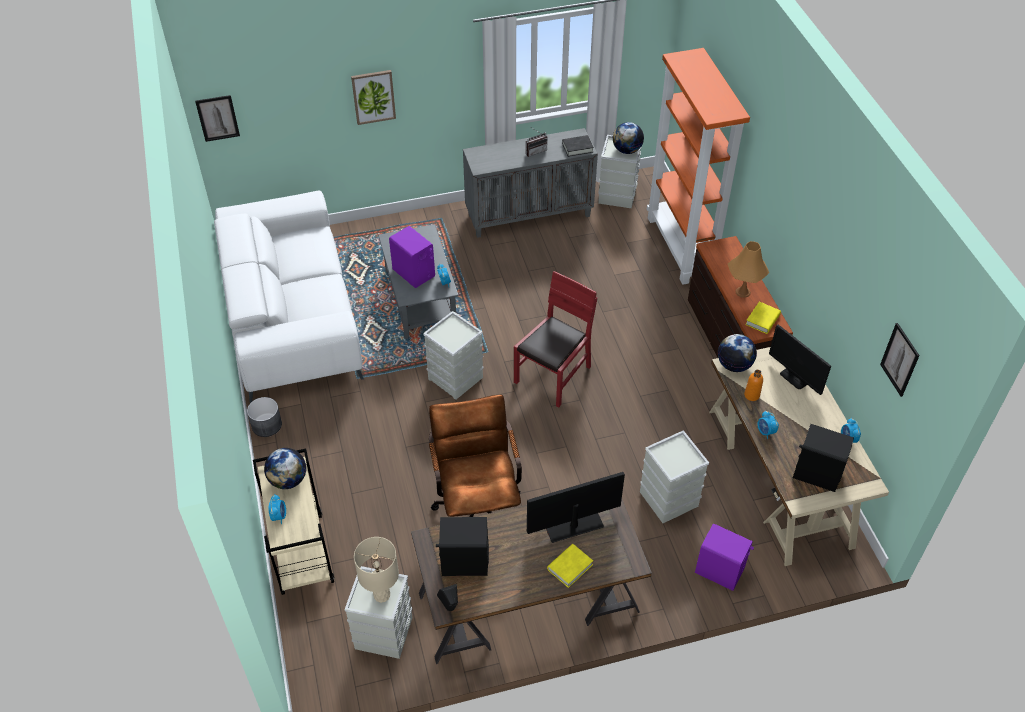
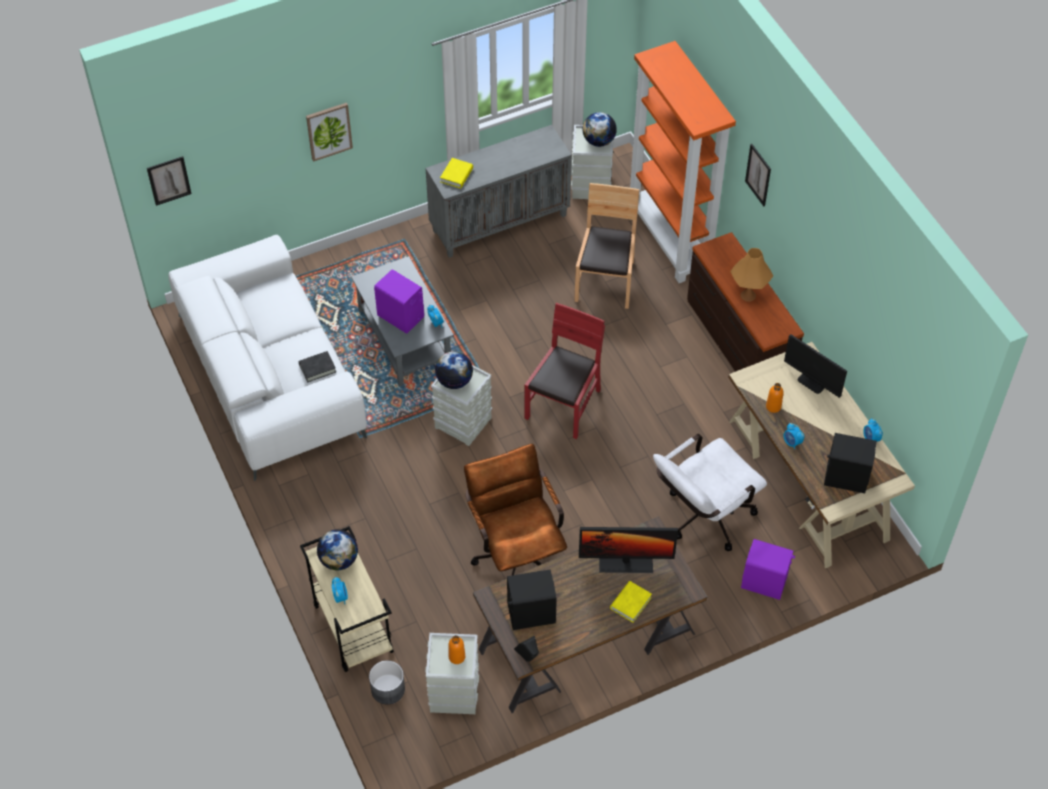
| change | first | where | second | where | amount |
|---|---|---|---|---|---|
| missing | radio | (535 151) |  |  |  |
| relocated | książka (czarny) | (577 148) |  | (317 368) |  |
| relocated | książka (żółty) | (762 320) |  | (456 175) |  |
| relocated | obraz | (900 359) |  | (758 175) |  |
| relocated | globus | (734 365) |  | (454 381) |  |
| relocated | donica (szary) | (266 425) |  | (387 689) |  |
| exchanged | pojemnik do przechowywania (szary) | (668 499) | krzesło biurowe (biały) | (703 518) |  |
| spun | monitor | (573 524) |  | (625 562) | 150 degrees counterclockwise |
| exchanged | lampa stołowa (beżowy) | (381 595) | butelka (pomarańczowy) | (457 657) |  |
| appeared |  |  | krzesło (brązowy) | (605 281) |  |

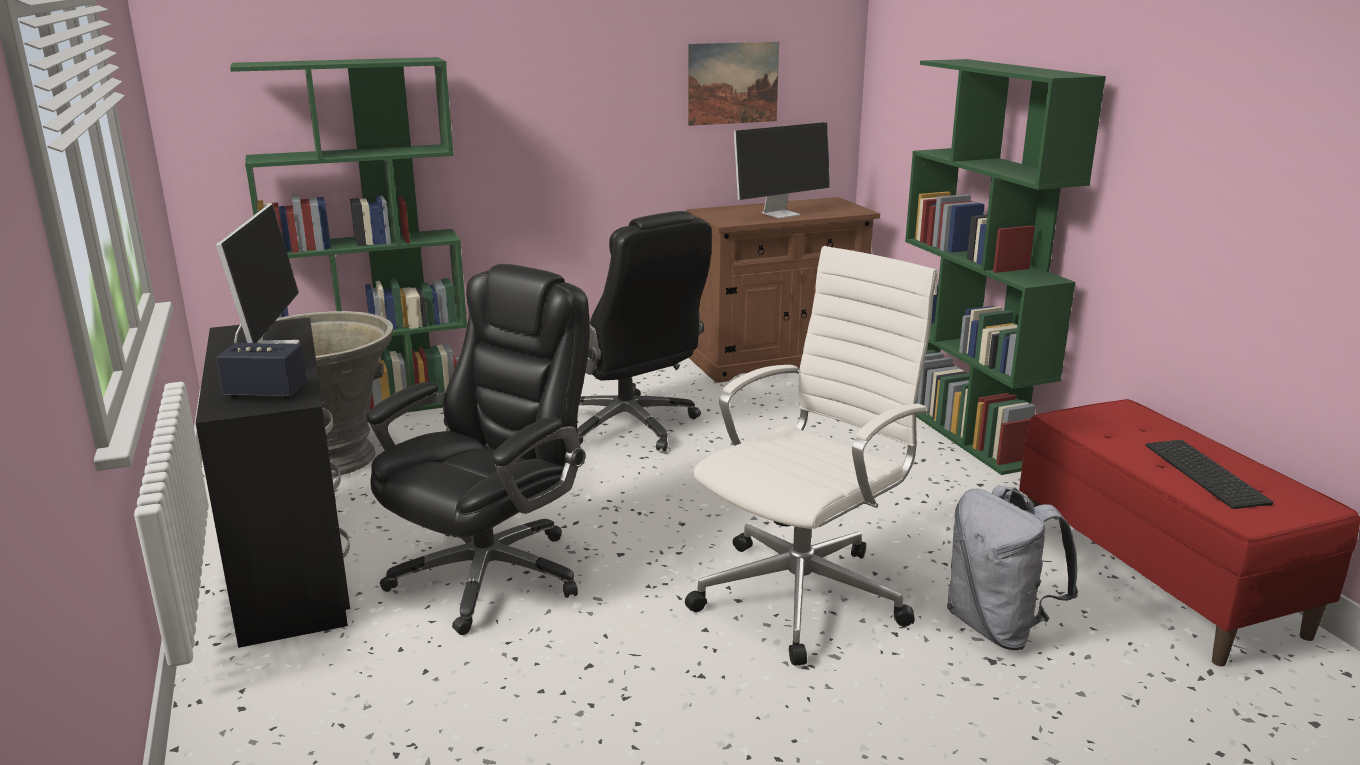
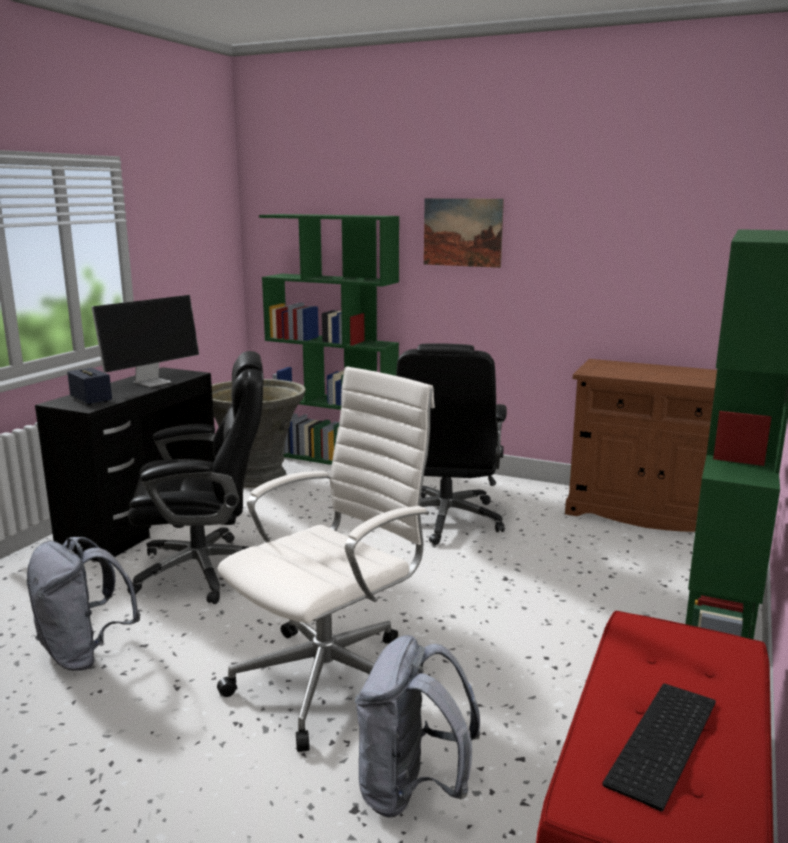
| change | first | where | second | where | amount |
|---|---|---|---|---|---|
| relocated | obraz | (733 83) |  | (462 232) |  |
| missing | monitor | (781 214) |  |  |  |
| spun | krzesło biurowe (biały) | (805 594) |  | (332 679) | 45 degrees counterclockwise |
| appeared |  |  | plecak (szary) | (84 653) |  |

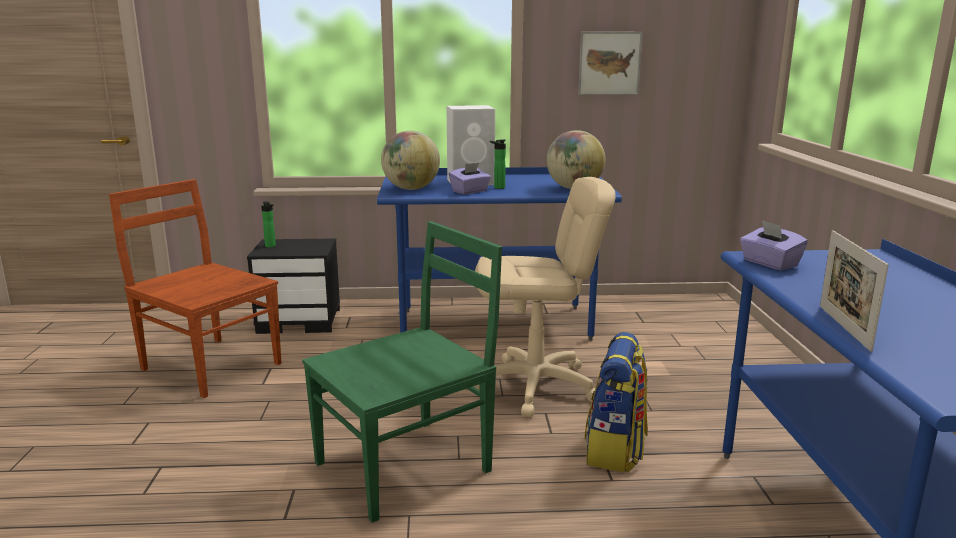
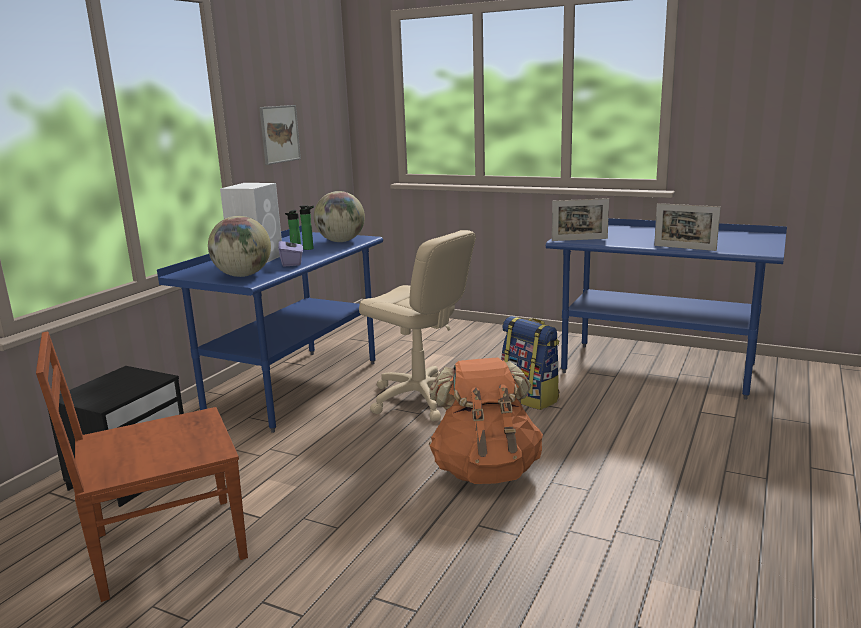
| change | first | where | second | where | amount |
|---|---|---|---|---|---|
| spun | krzesło biurowe (beżowy) | (536 386) |  | (420 399) | 105 degrees clockwise |
| relocated | butelka | (271 246) |  | (310 248) |  |
| exchanged | pudełko chusteczek (fioletowy) | (769 263) | ramka na zdjęcie | (579 239) |  |
| exchanged | krzesło (zielony) | (407 465) | plecak (pomarańczowy) | (485 470) |  |

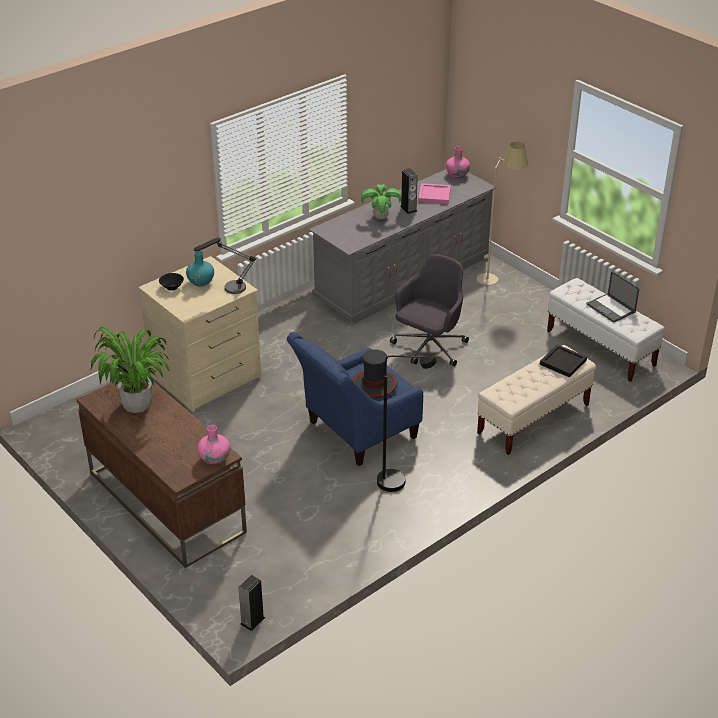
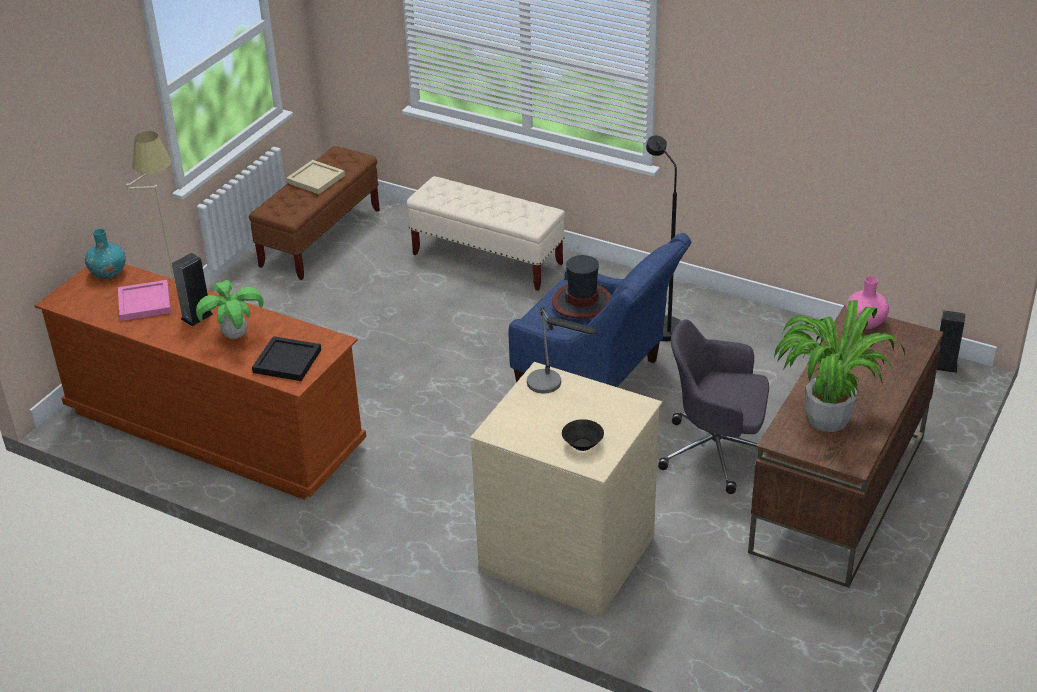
| change | first | where | second | where | amount |
|---|---|---|---|---|---|
| missing | wazon (różowy) | (457 175) |  |  |  |
| colour | komoda (szary) | (403 278) | komoda (brązowy) | (214 428) |  |
| relocated | wazon (turkusowy) | (201 282) |  | (108 273) |  |
| relocated | krzesło biurowe (szary) | (429 348) |  | (716 452) |  |
| exchanged | laptop | (611 308) | taca (beżowy) | (315 178) |  |
| colour | ławka (biały) | (600 348) | ławka (brązowy) | (321 238) |  |
| relocated | taca (czarny) | (562 362) |  | (287 362) |  |

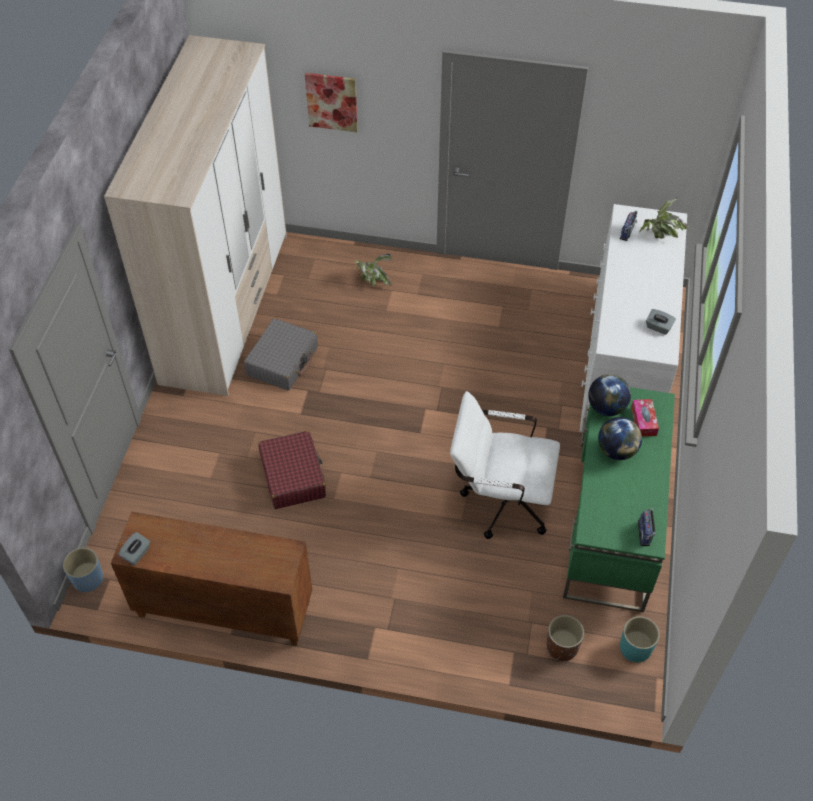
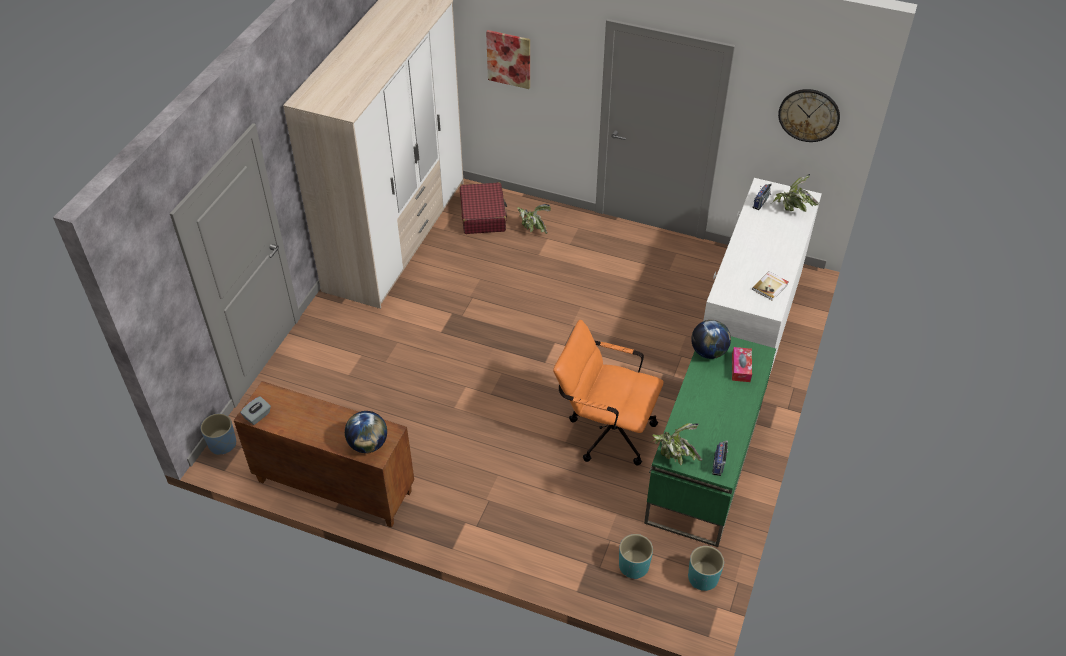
| change | first | where | second | where | amount |
|---|---|---|---|---|---|
| exchanged | pudełko chusteczek (szary) | (658 327) | książka | (770 287) |  |
| missing | walizka (szary) | (282 361) |  |  |  |
| colour | krzesło biurowe (biały) | (499 500) | krzesło biurowe (pomarańczowy) | (604 430) |  |
| relocated | globus | (616 451) |  | (368 444) |  |
| relocated | walizka (czerwony) | (293 476) |  | (483 215) |  |
| colour | donica (brązowy) | (562 647) | donica (turkusowy) | (633 566) |  |
| appeared |  |  | zegar ścienny | (809 115) |  |
| appeared |  |  | roślina doniczkowa | (673 455) |  |

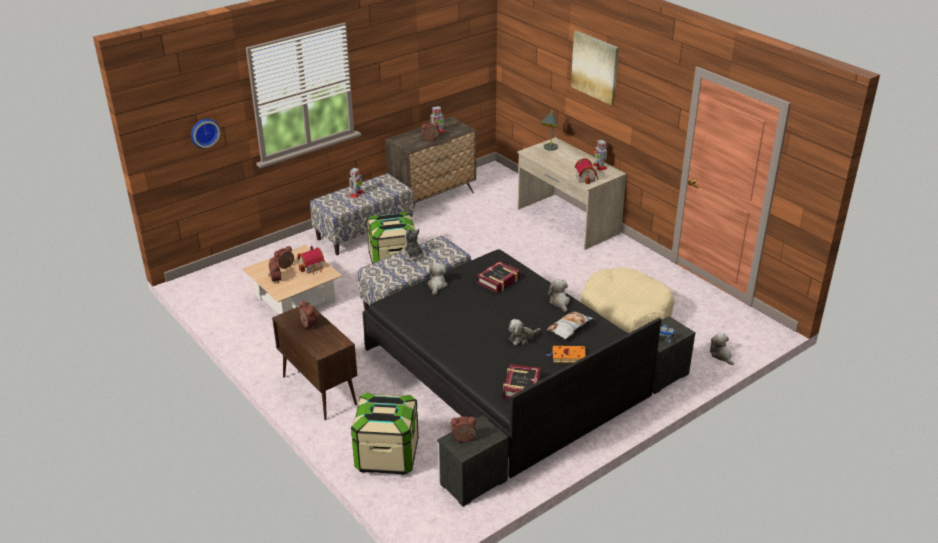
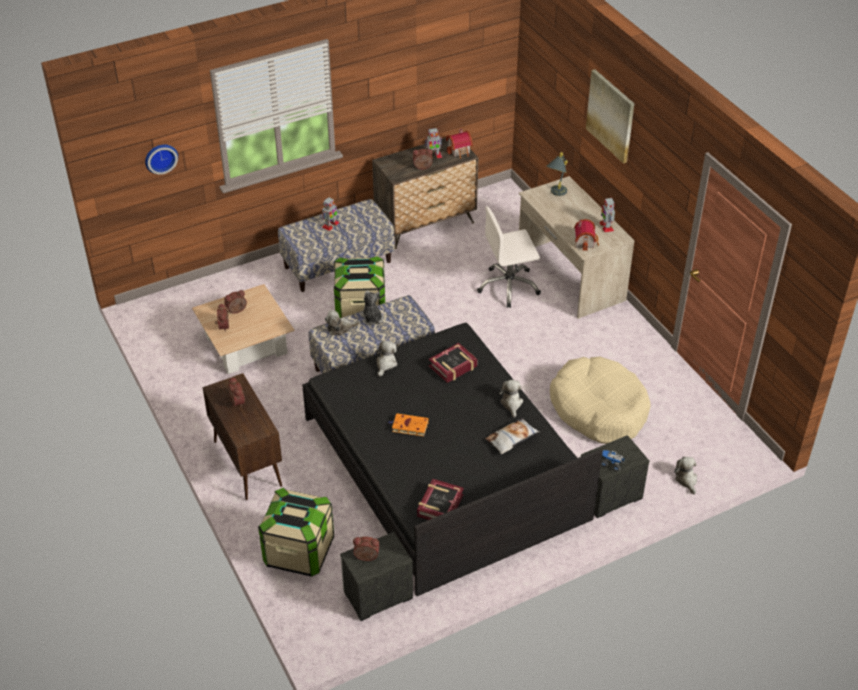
| change | first | where | second | where | amount |
|---|---|---|---|---|---|
| relocated | domek | (313 268) |  | (460 151) |  |
| relocated | pluszak | (522 338) |  | (340 328) |  |
| relocated | książka (pomarańczowy) | (567 356) |  | (409 426) |  |
| appeared |  |  | krzesło biurowe (biały) | (508 287) |  |

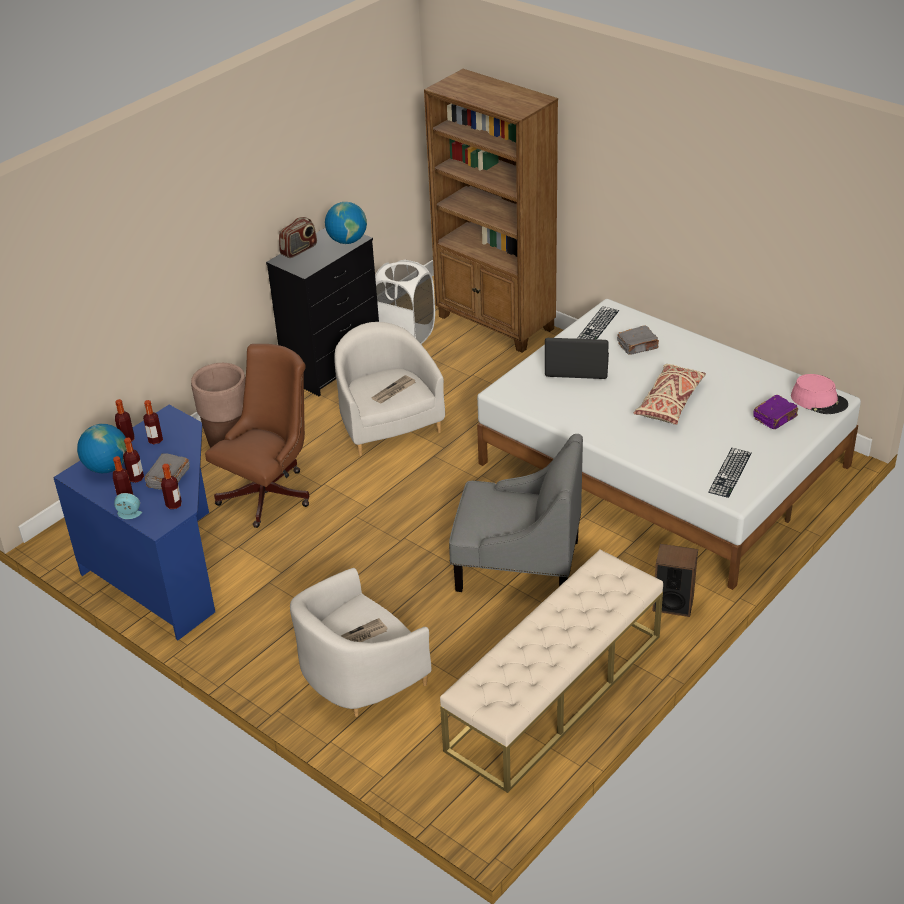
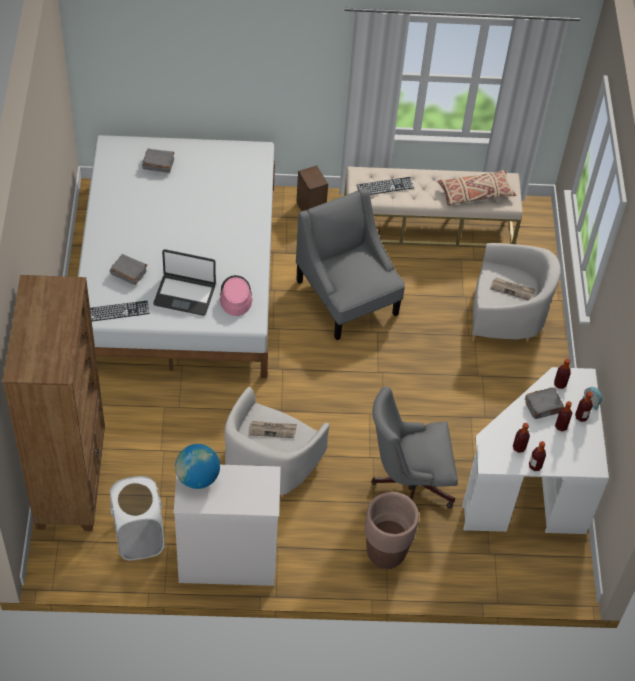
| change | first | where | second | where | amount |
|---|---|---|---|---|---|
| missing | radio | (299 250) |  |  |  |
| colour | komoda (czarny) | (333 365) | komoda (biały) | (226 560) |  |
| spun | laptop | (577 367) |  | (185 294) | 45 degrees counterclockwise |
| colour | krzesło biurowe (brązowy) | (270 492) | krzesło biurowe (szary) | (408 483) |  |
| relocated | poduszka (beżowy) | (670 402) |  | (475 193) |  |
| relocated | kapelusz (różowy) | (819 400) |  | (235 296) |  |
| colour | książka (fioletowy) | (775 418) | książka (szary) | (158 164) |  |
| colour | biurko (niebieski) | (167 568) | biurko (biały) | (531 486) |  |
| missing | globus | (107 467) |  |  |  |
| relocated | klawiatura | (730 472) |  | (385 186) |  |

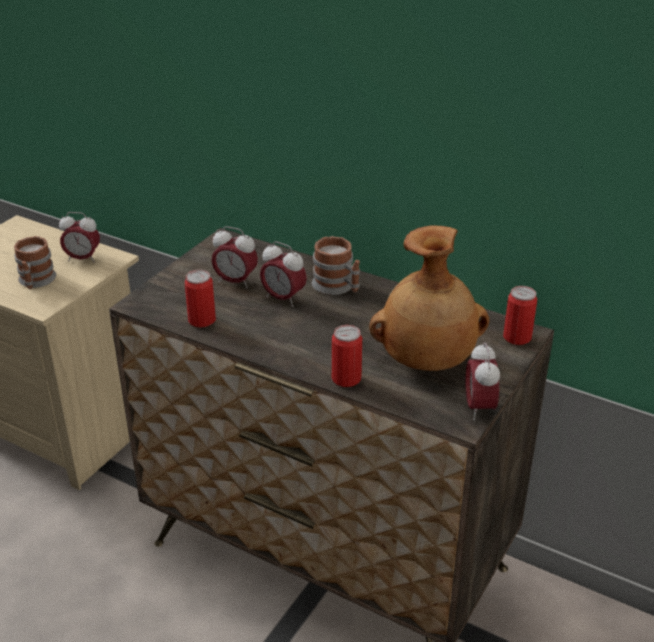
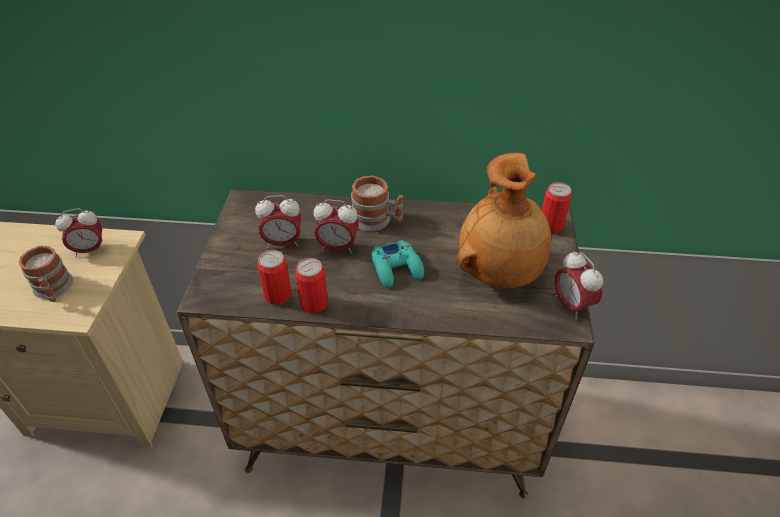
| change | first | where | second | where | amount |
|---|---|---|---|---|---|
| relocated | puszka | (346 378) |  | (314 303) |  |
| appeared |  |  | pad do gier (turkusowy) | (397 268) |  |

